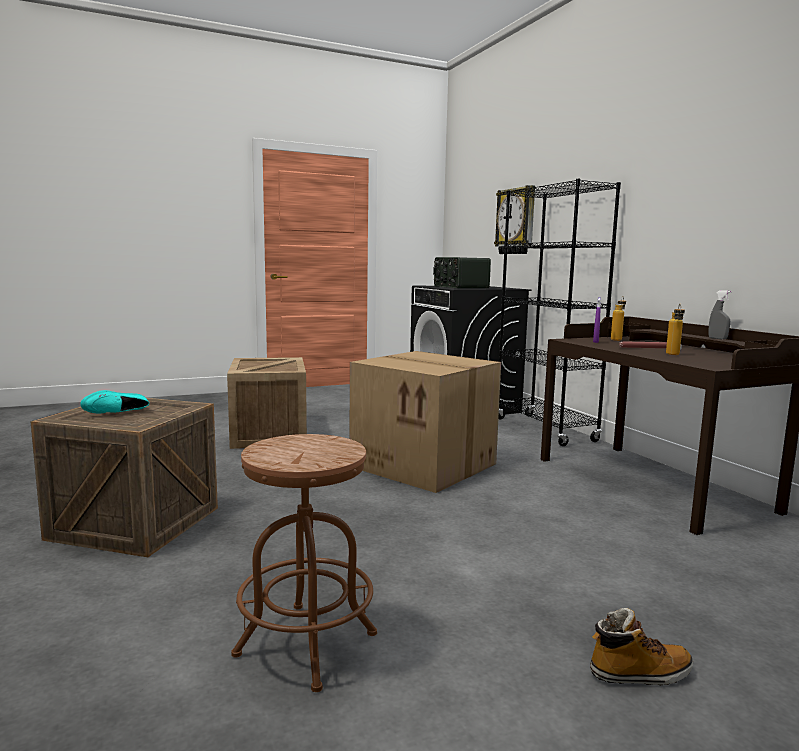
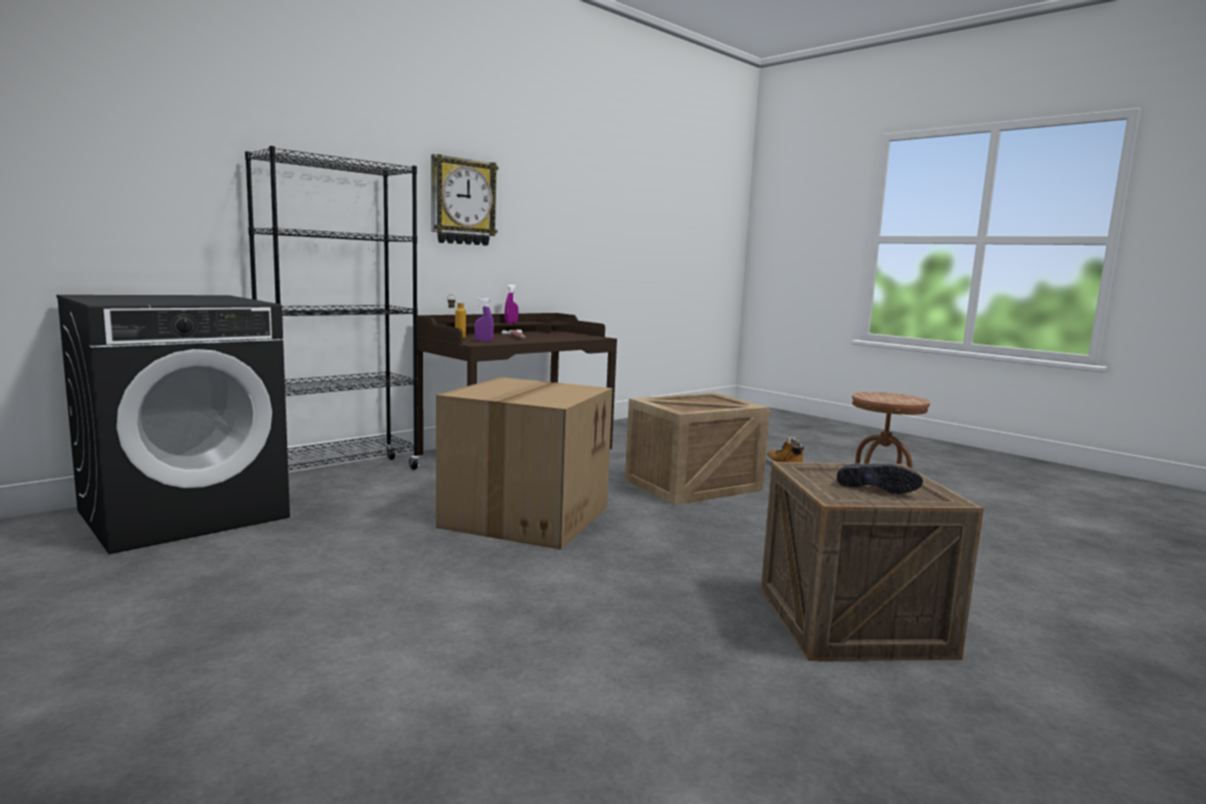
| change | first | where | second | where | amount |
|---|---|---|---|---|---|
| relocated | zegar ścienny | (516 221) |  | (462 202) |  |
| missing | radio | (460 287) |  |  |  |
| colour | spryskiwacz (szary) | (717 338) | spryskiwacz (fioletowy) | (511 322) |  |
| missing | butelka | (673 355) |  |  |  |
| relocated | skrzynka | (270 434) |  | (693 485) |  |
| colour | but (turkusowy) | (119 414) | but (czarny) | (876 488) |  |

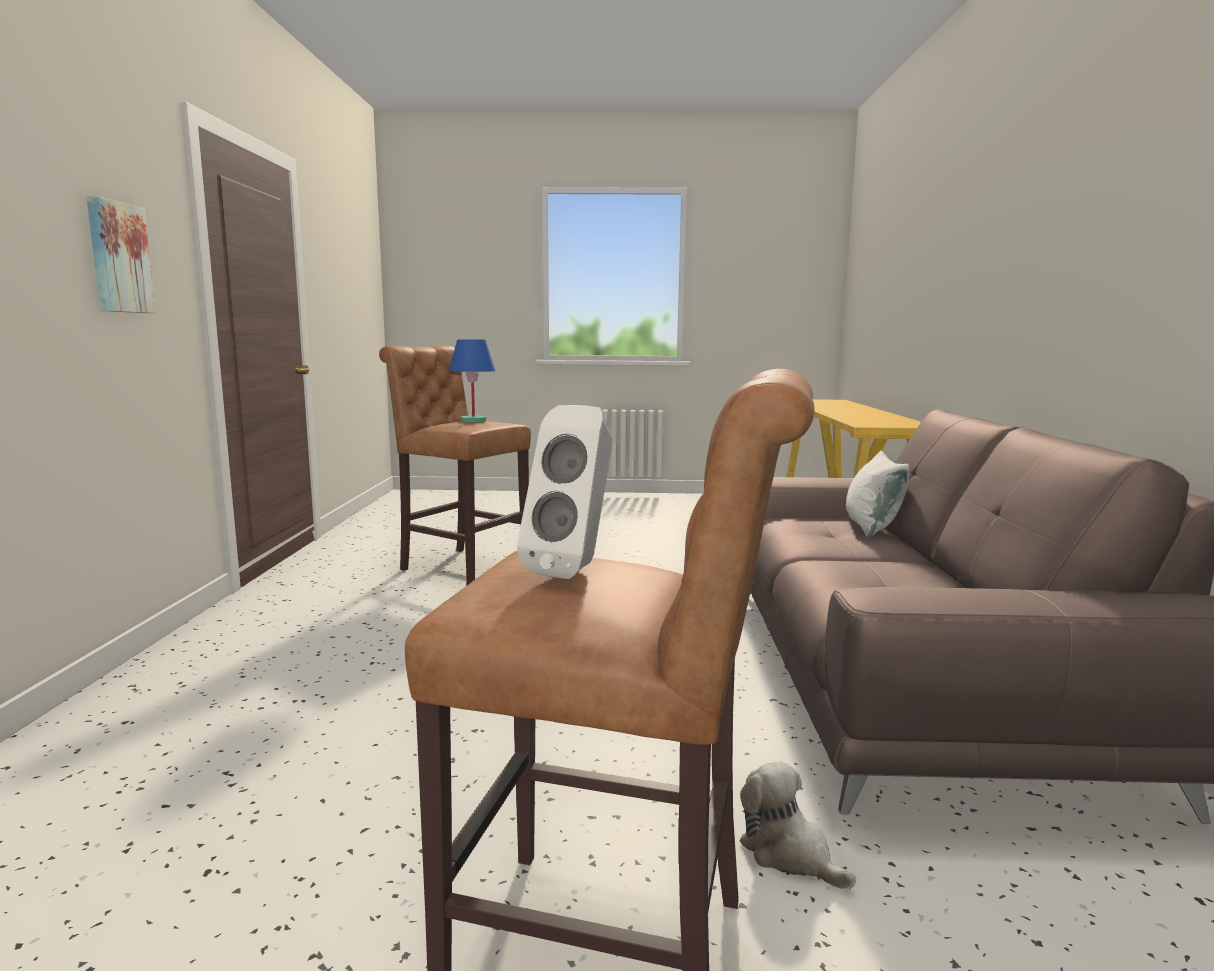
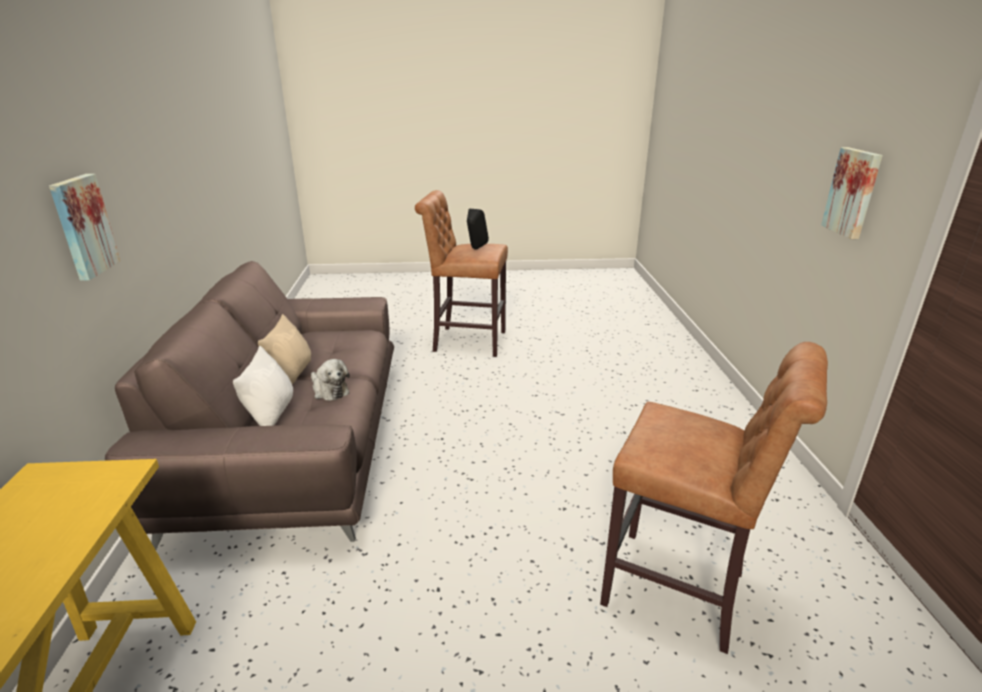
| change | first | where | second | where | amount |
|---|---|---|---|---|---|
| missing | lampa stołowa (niebieski) | (473 421) |  |  |  |
| colour | głośnik (biały) | (574 570) | głośnik (czarny) | (476 249) |  |
| relocated | pluszak | (789 853) |  | (329 390) |  |
| appeared |  |  | obraz | (82 226) |  |
| appeared |  |  | poduszka (beżowy) | (291 374) |  |

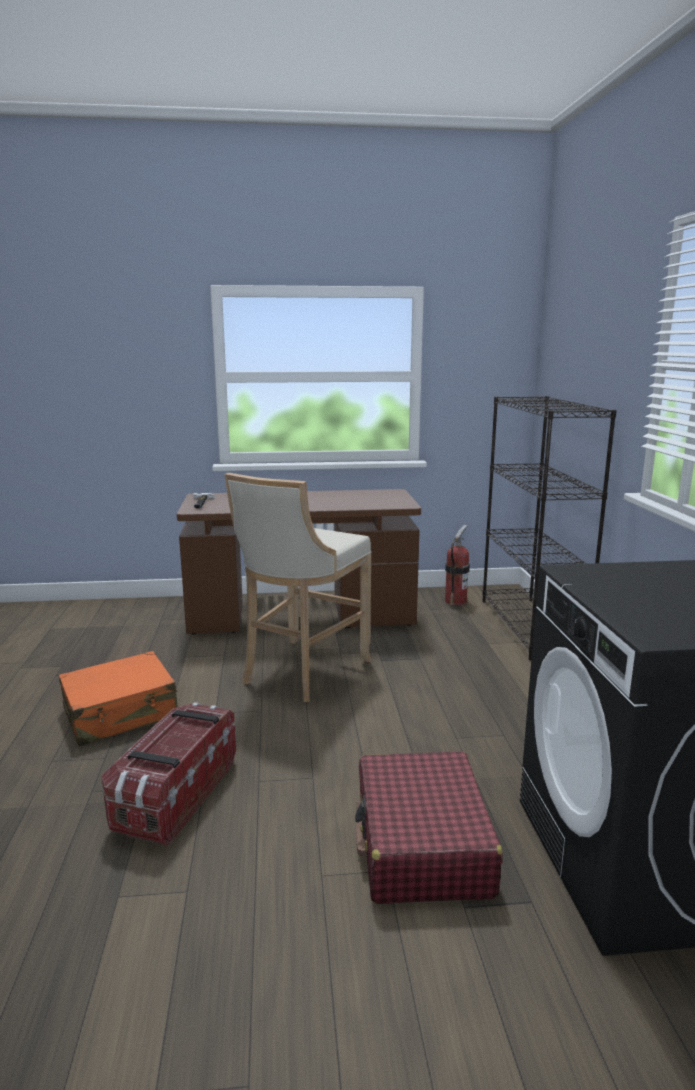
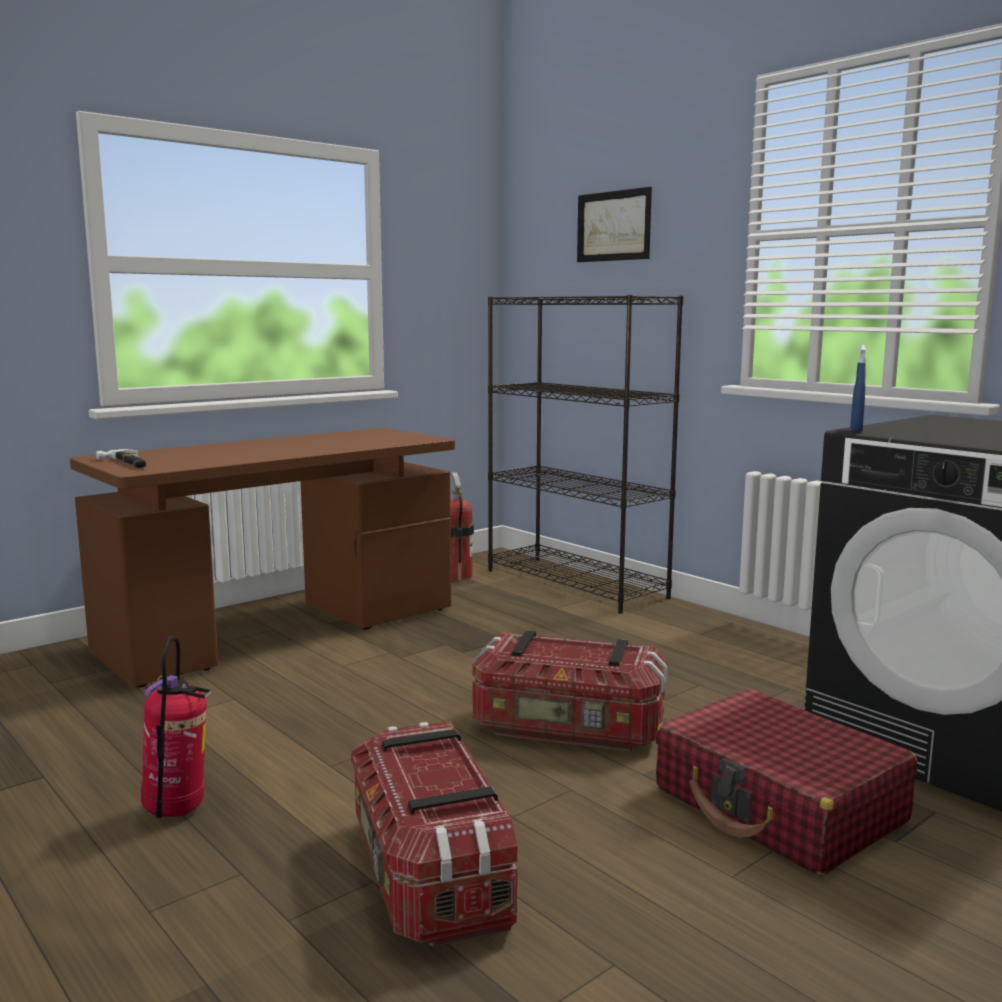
| change | first | where | second | where | amount |
|---|---|---|---|---|---|
| missing | stołek (beżowy) | (301 672) |  |  |  |
| exchanged | walizka (pomarańczowy) | (121 713) | gaśnica | (177 812) |  |
| appeared |  |  | obraz | (613 226) |  |
| appeared |  |  | spryskiwacz (niebieski) | (856 430) |  |
| appeared |  |  | pojemnik do przechowywania | (568 730) |  |

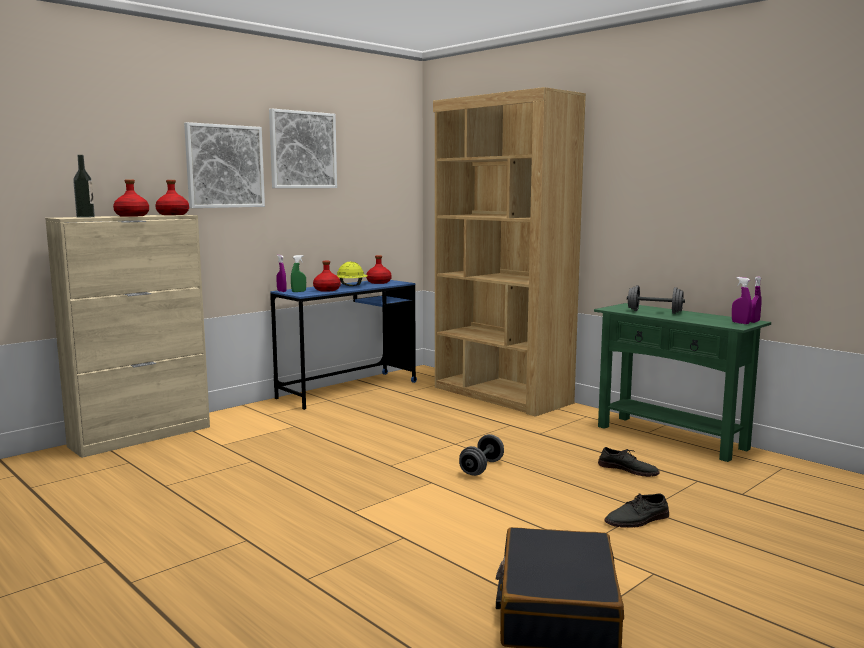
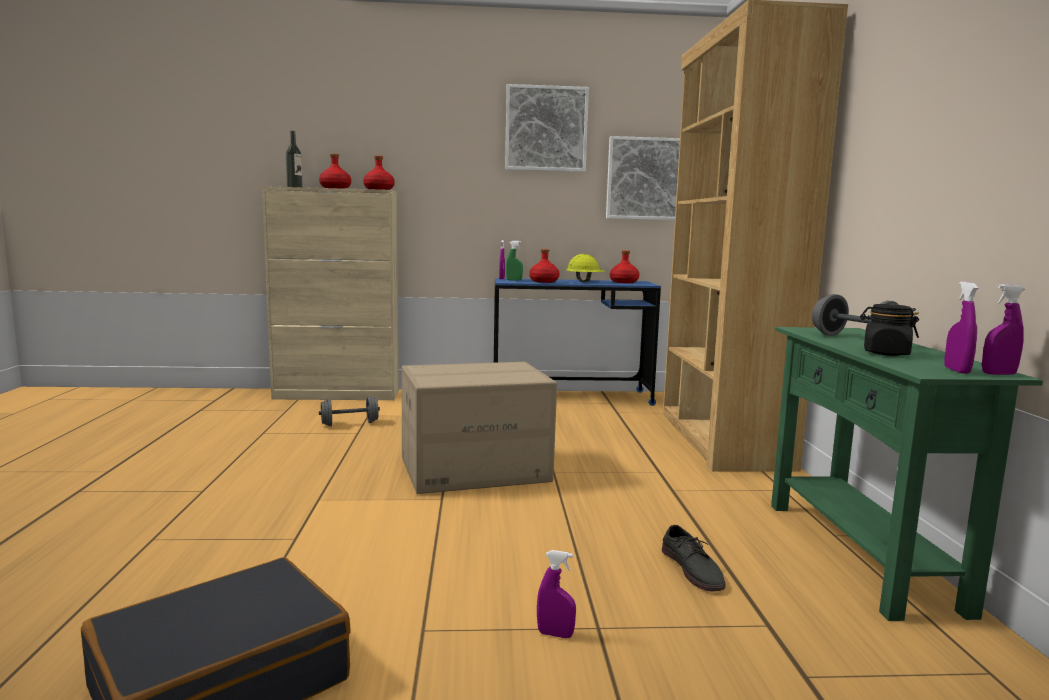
| change | first | where | second | where | amount |
|---|---|---|---|---|---|
| relocated | obraz | (224 166) |  | (646 179) |  |
| relocated | hantel (szary) | (481 468) |  | (349 424) |  |
| exchanged | but (szary) | (637 520) | spryskiwacz (fioletowy) | (555 634) |  |
| appeared |  |  | słoik (czarny) | (885 353) |  |
| appeared |  |  | karton | (475 470) |  |

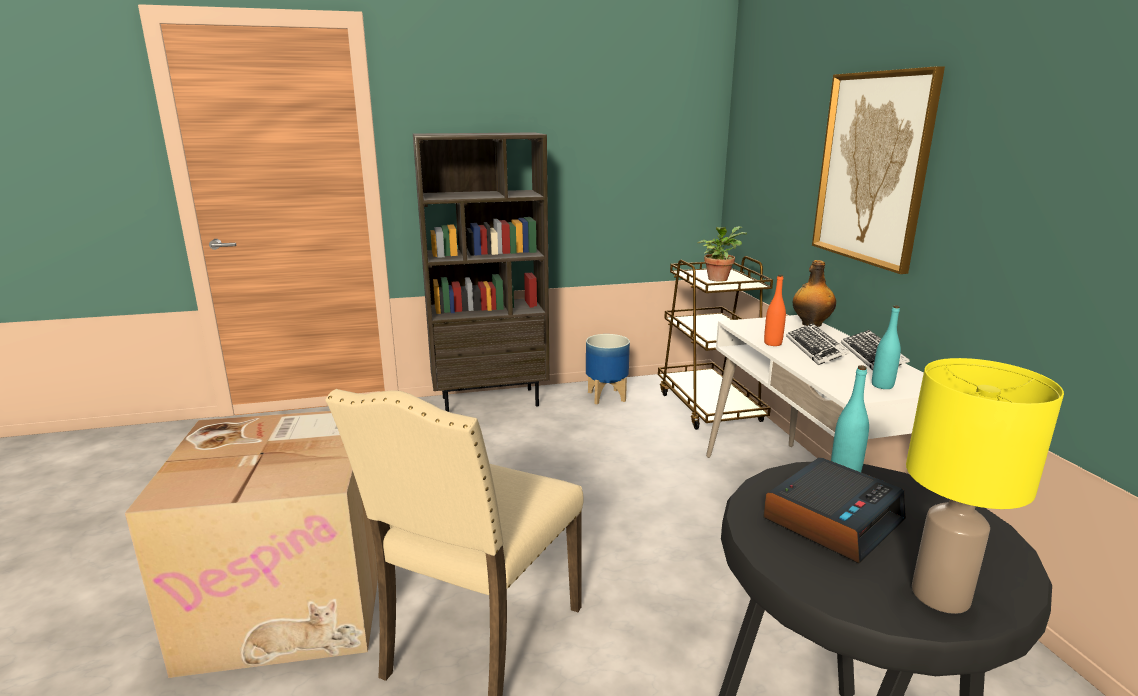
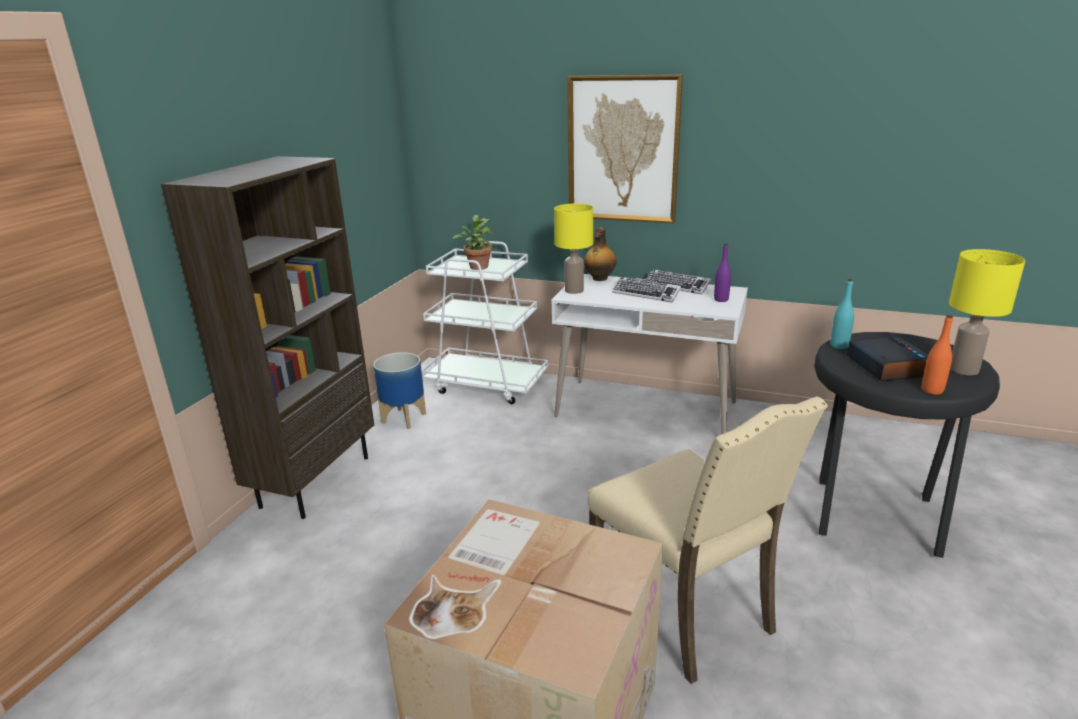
| change | first | where | second | where | amount |
|---|---|---|---|---|---|
| colour | wózek (brązowy) | (709 406) | wózek (biały) | (486 384) |  |
| relocated | butelka (pomarańczowy) | (772 343) |  | (932 390) |  |
| colour | butelka (turkusowy) | (882 385) | butelka (fioletowy) | (721 300) |  |
| appeared |  |  | lampa stołowa (żółty) | (575 290) |  |

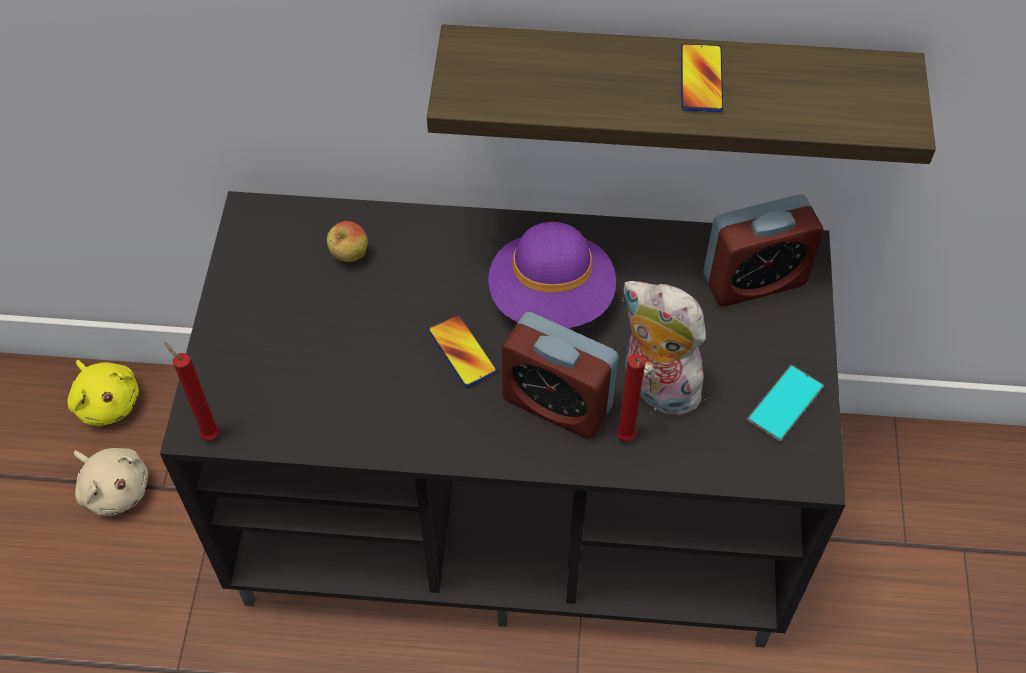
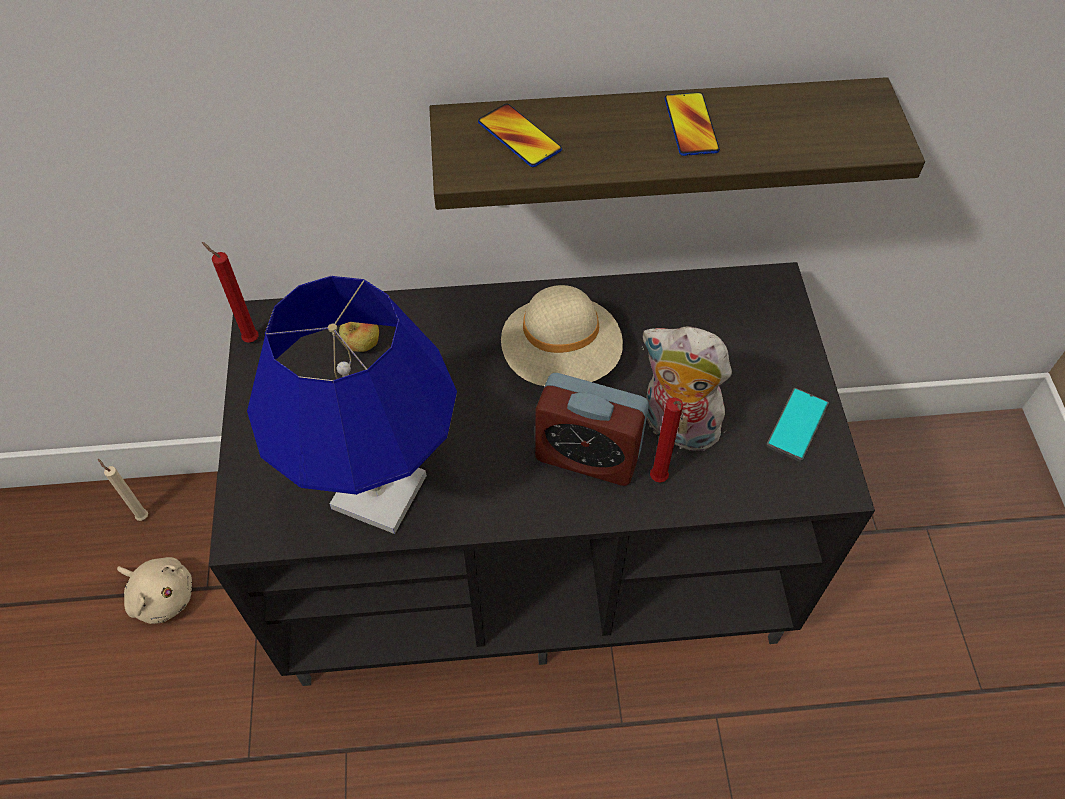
| change | first | where | second | where | amount |
|---|---|---|---|---|---|
| missing | budzik | (754 280) |  |  |  |
| colour | kapelusz (fioletowy) | (551 298) | kapelusz (beżowy) | (561 358) |  |
| relocated | telefon | (462 351) |  | (519 137) |  |
| relocated | świeca (czerwony) | (208 433) |  | (249 339) |  |
| exchanged | pluszak (żółty) | (107 401) | świeca (beżowy) | (142 516) |  |
| appeared |  |  | lampa stołowa (niebieski) | (378 492) |  |

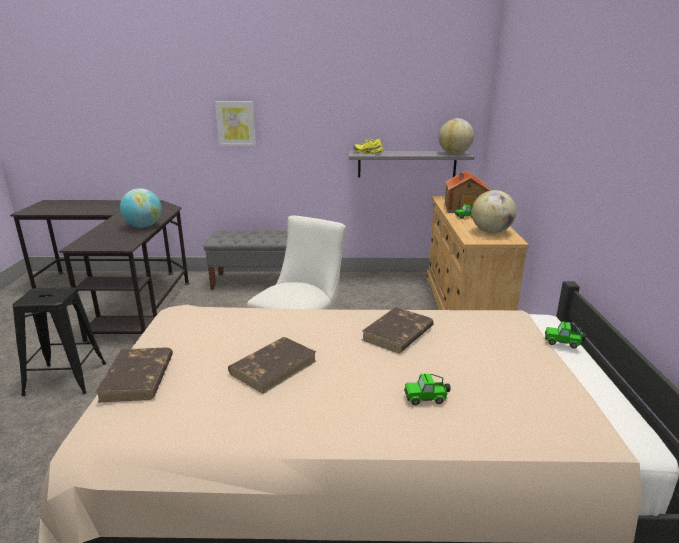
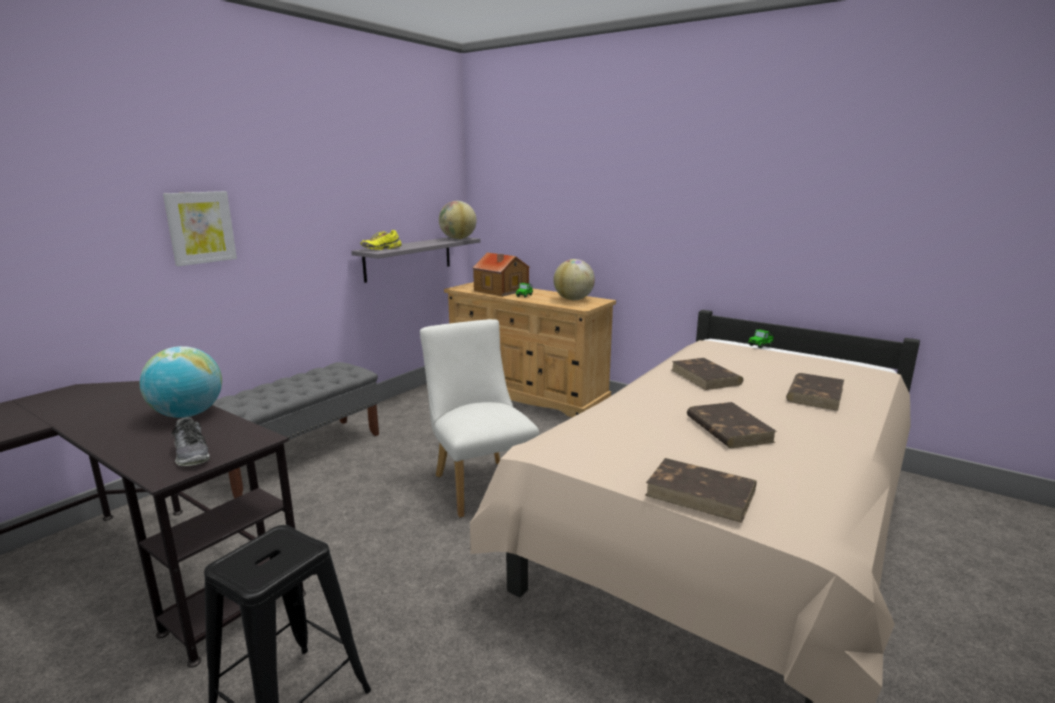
| change | first | where | second | where | amount |
|---|---|---|---|---|---|
| exchanged | samochodzik | (427 398) | książka (brązowy) | (815 394) |  |
| appeared |  |  | but | (192 454) |  |

